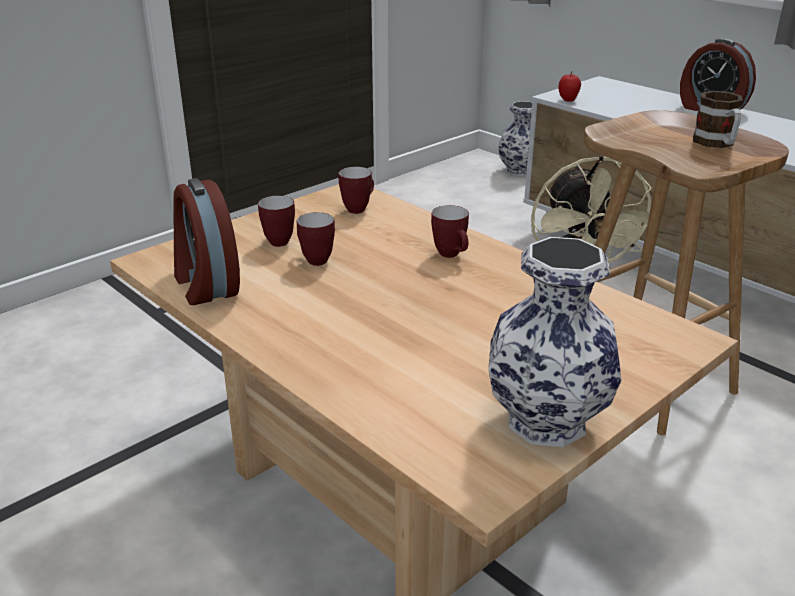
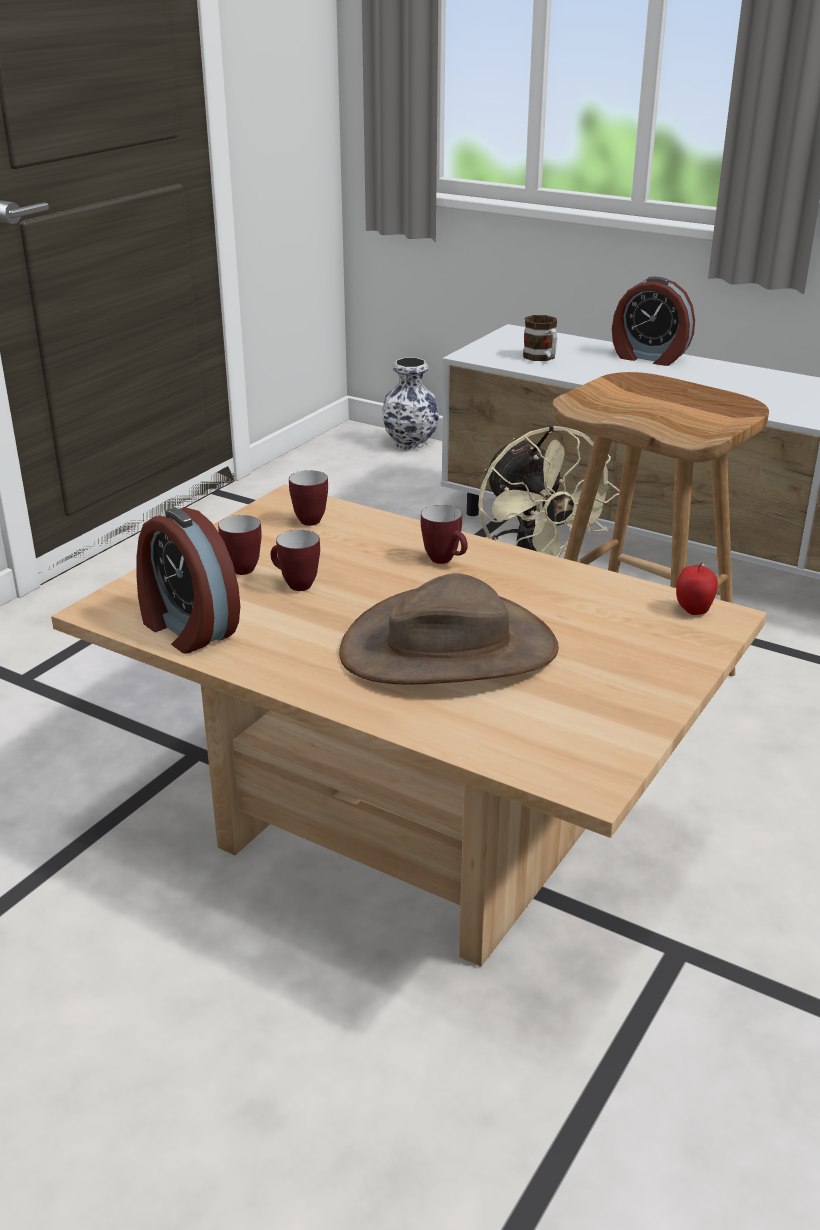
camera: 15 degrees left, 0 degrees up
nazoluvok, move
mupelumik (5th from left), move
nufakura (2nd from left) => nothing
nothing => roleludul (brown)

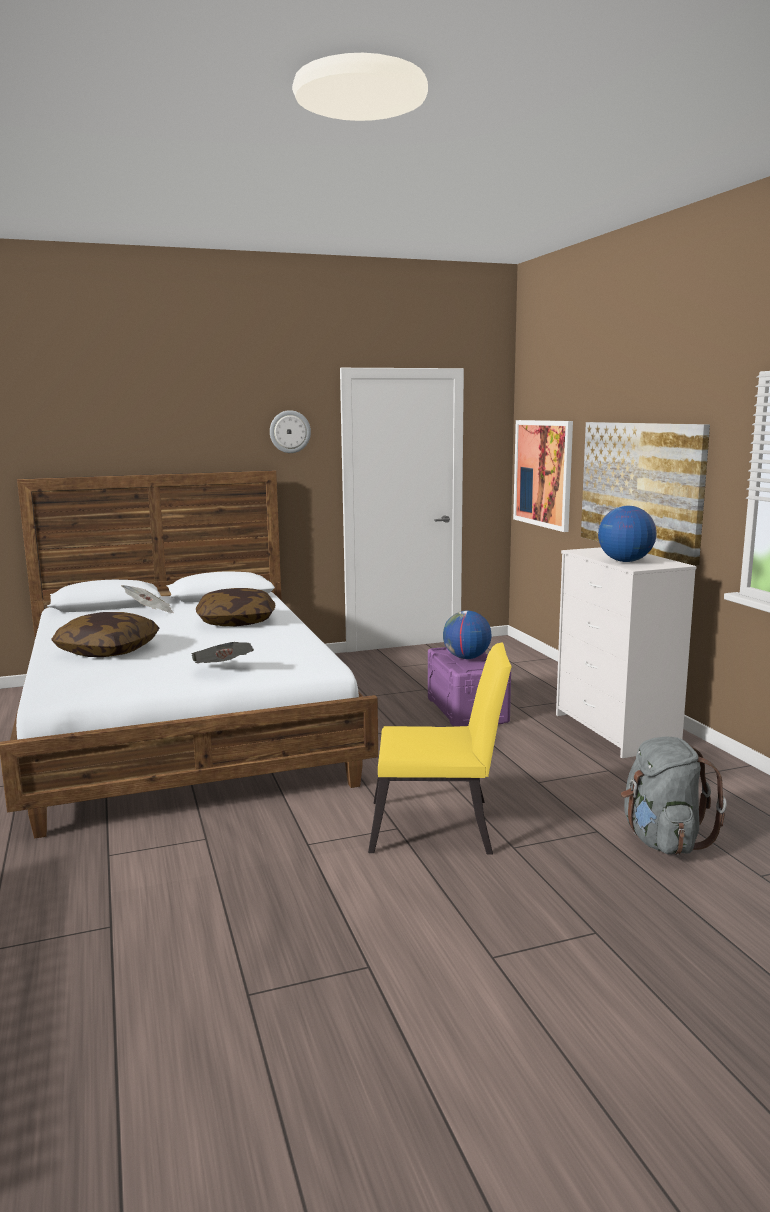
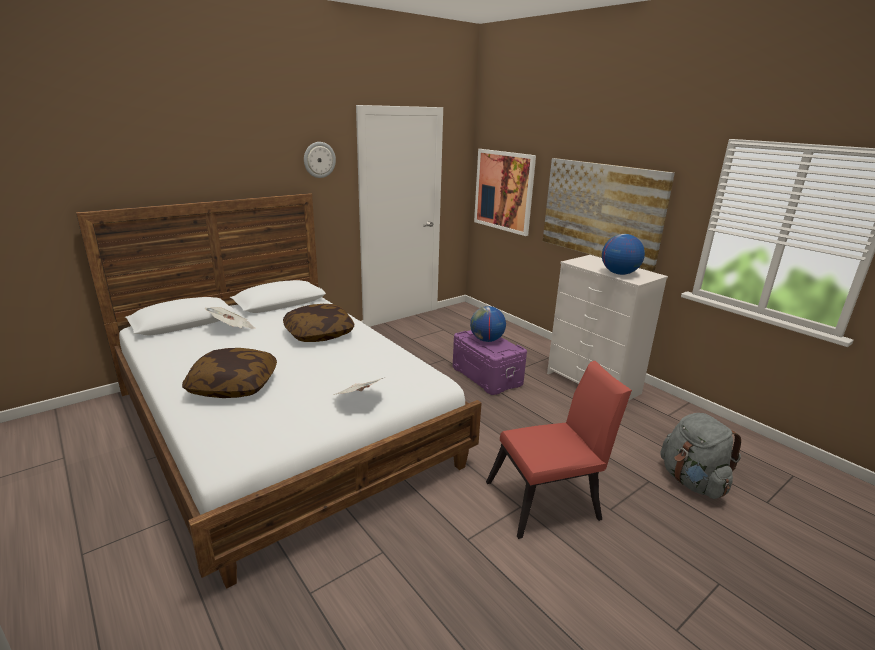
camera: 20 degrees left, 10 degrees up
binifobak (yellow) => binifobak (red)

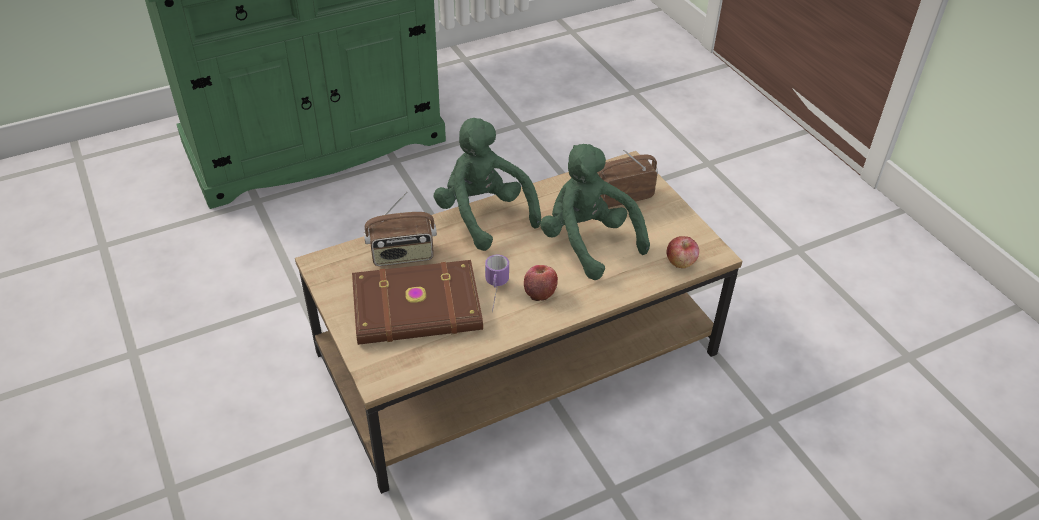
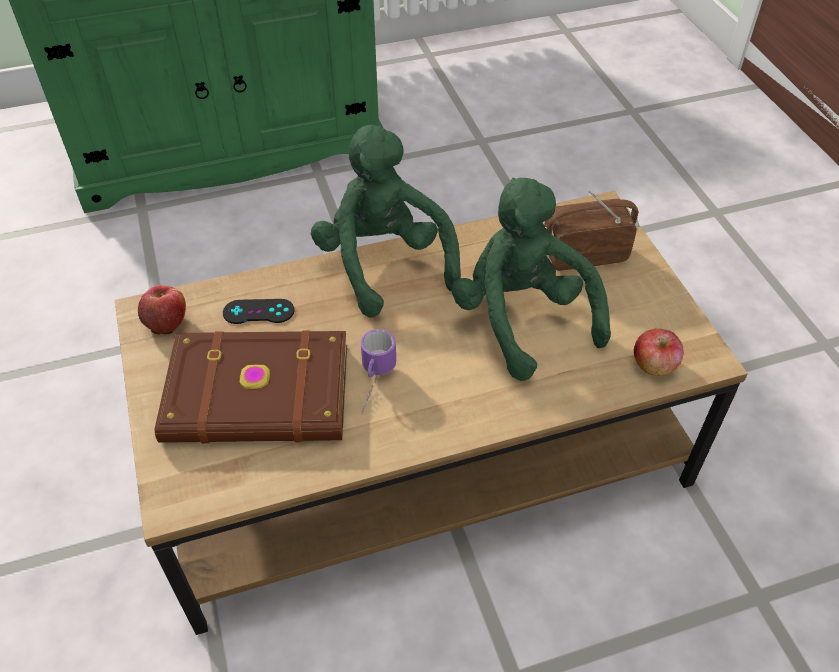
camera: 10 degrees right, 5 degrees up
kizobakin (1st from left) => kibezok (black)
nazoluvok (1st from left), move

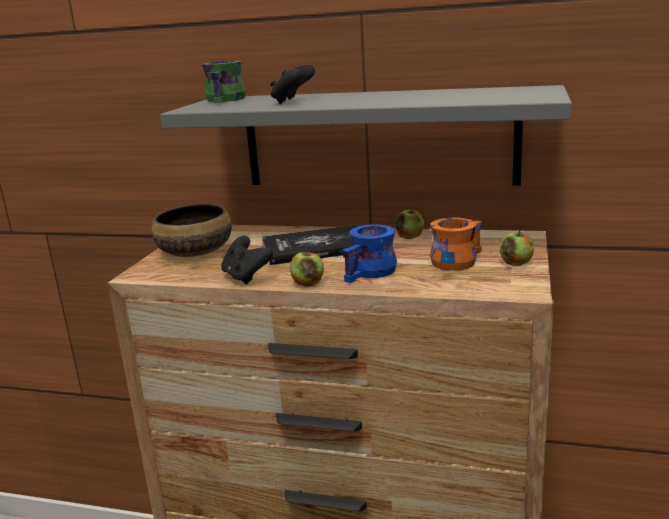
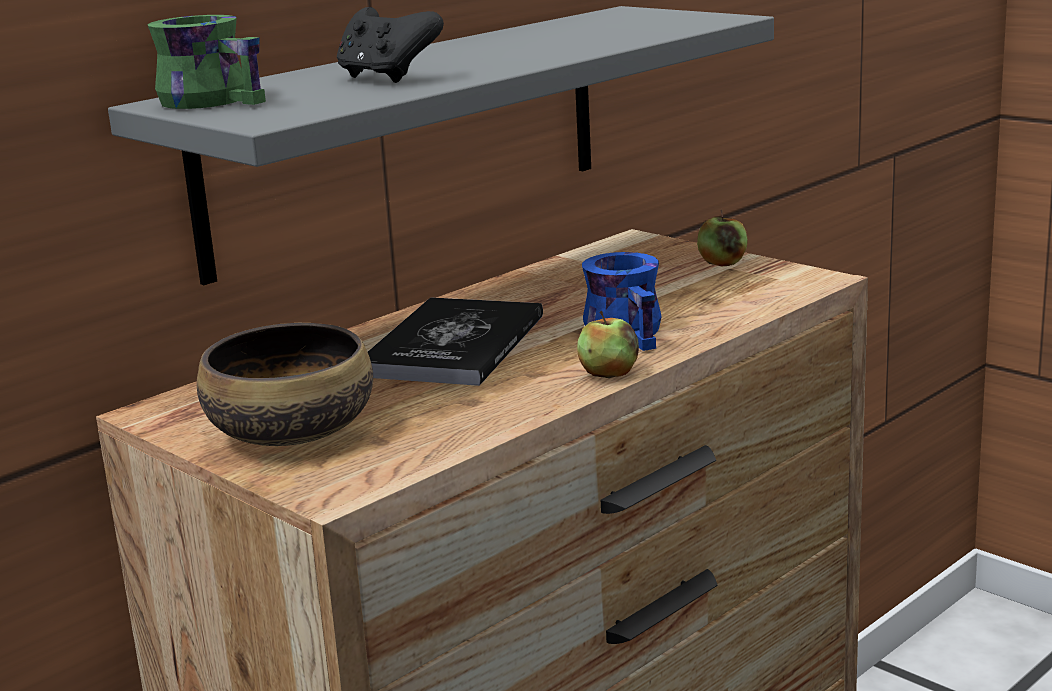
camera: 60 degrees left, 0 degrees up
nazoluvok (2nd from left) => nothing
mupelumik (orange) => nothing
kibezok (black) (1st from left) => nothing

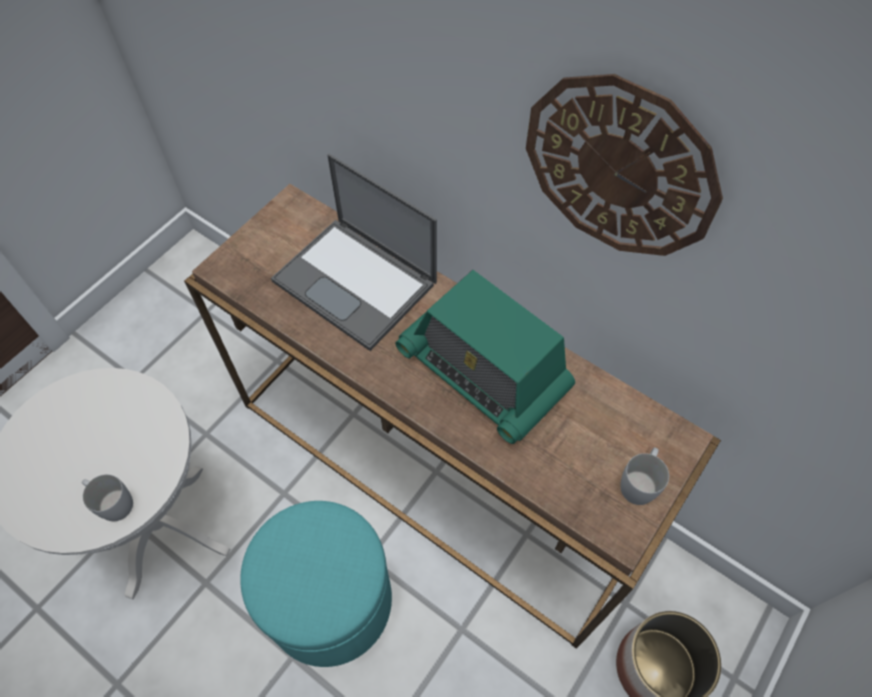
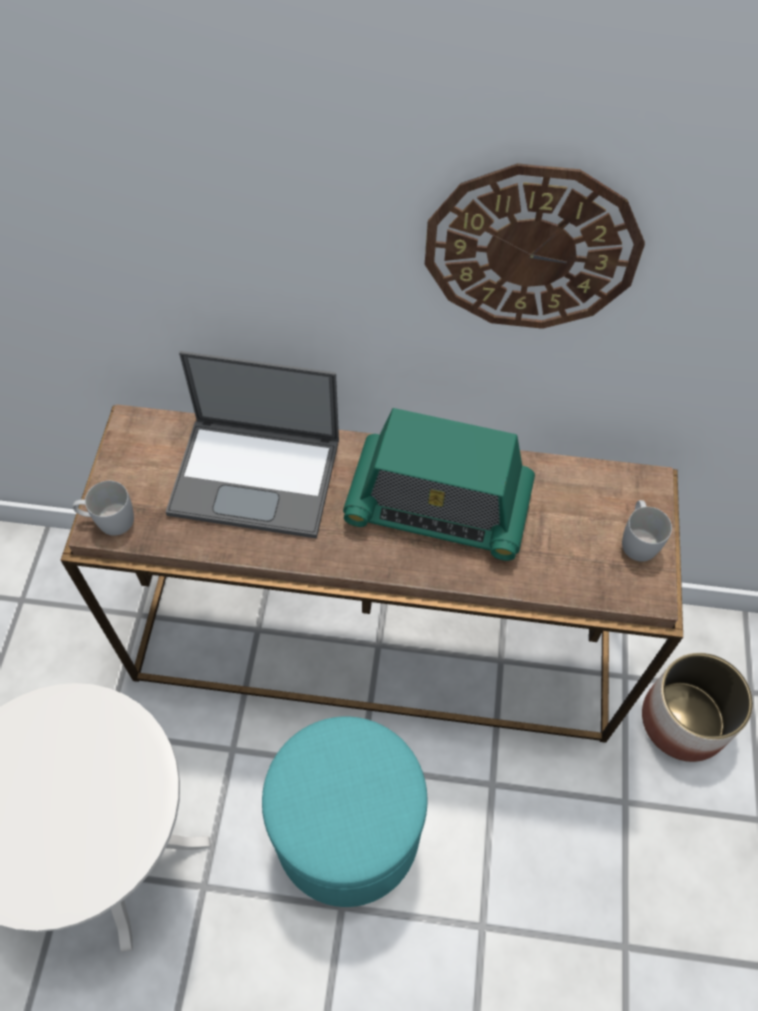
camera: 30 degrees left, 0 degrees up
mupelumik (white) (1st from left), move

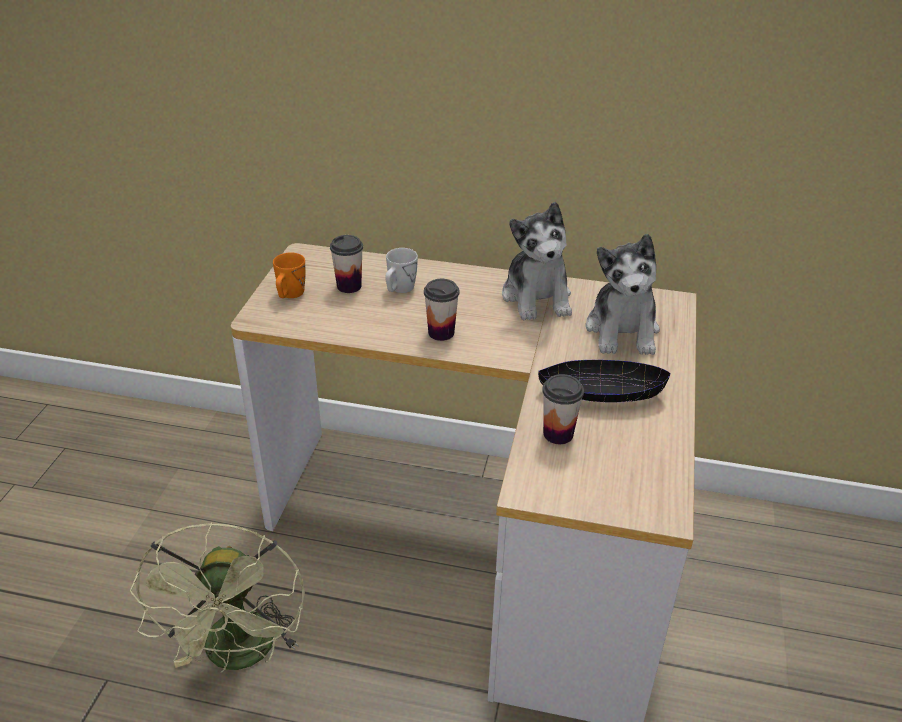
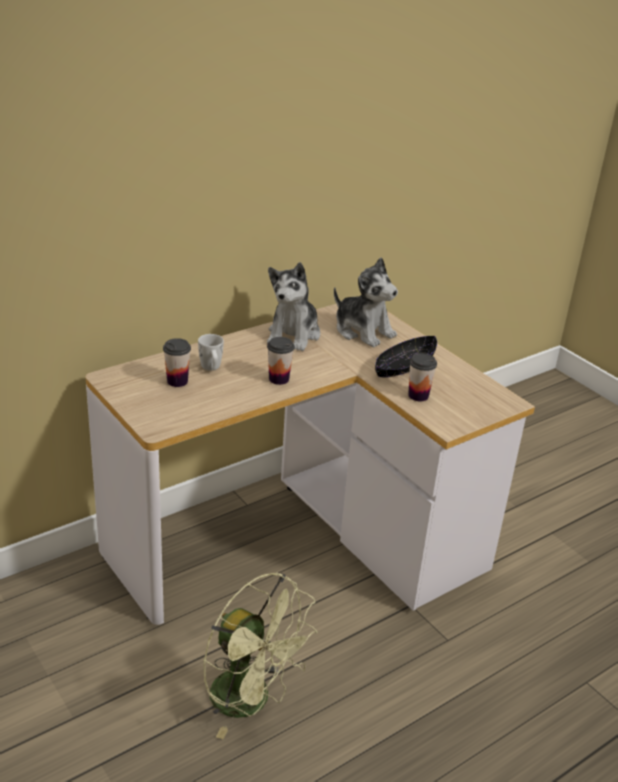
camera: 50 degrees left, 5 degrees down
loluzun (1st from left), 75 degrees clockwise
mupelumik (orange) => nothing

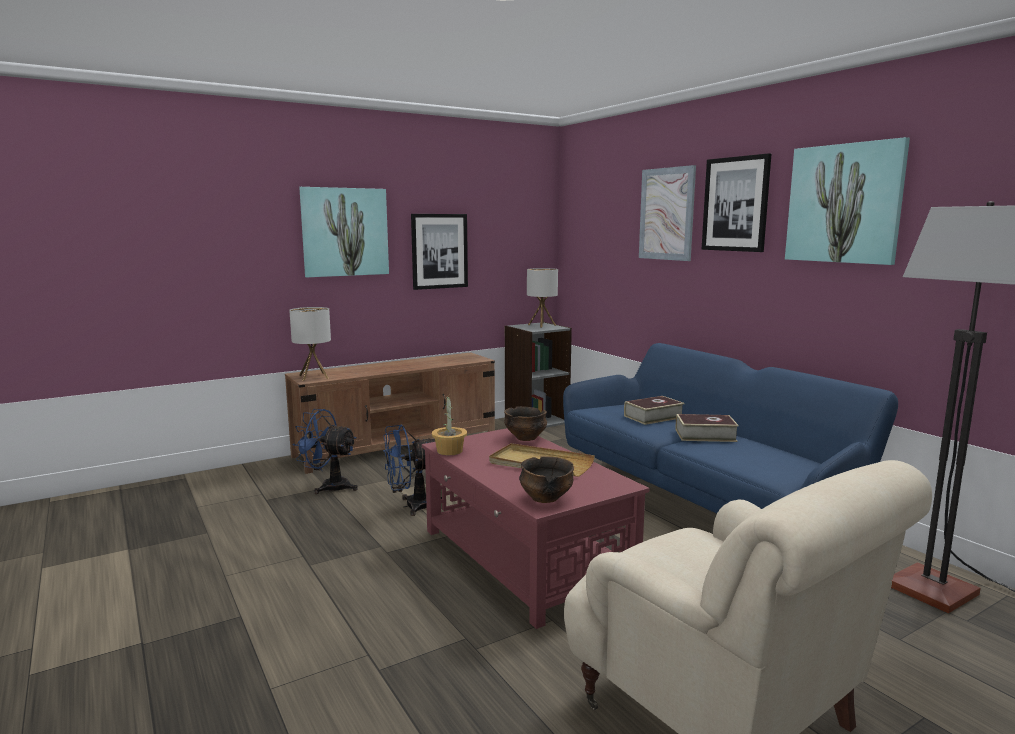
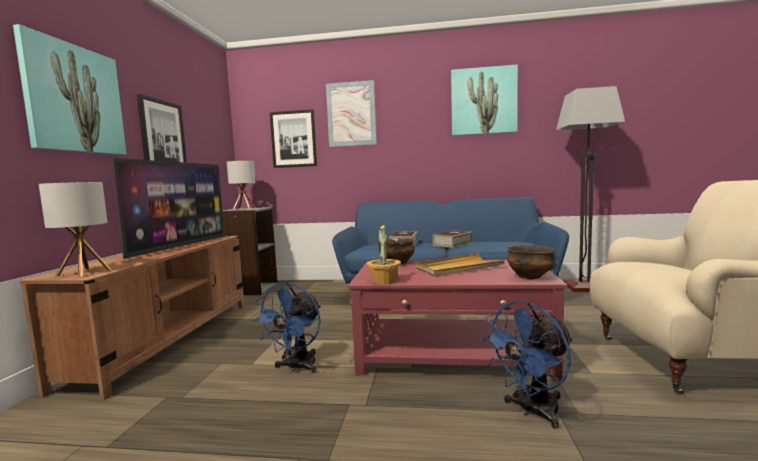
camera: 50 degrees left, 5 degrees down
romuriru (4th from left in the first image) => romuriru (3rd from left), move
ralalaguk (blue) (1st from left in the first image) => ralalaguk (blue) (2nd from left), move
nothing => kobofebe

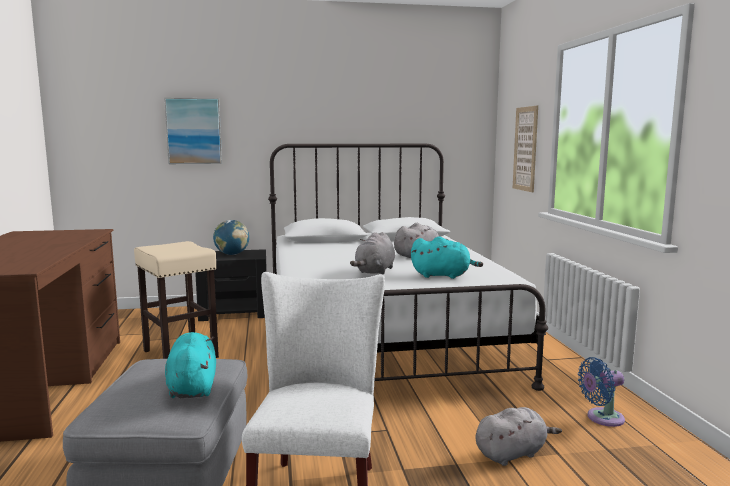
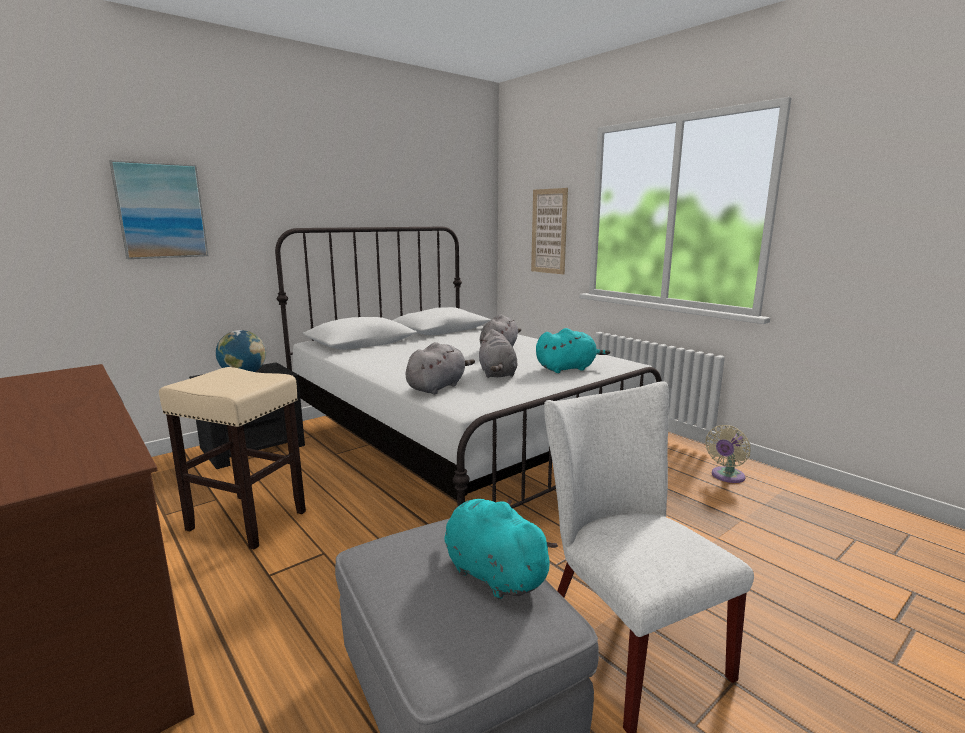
camera: 30 degrees left, 5 degrees up
ralalaguk (blue) => ralalaguk (beige)
loluzun (grey) (3rd from left in the first image) => loluzun (grey) (1st from left), move

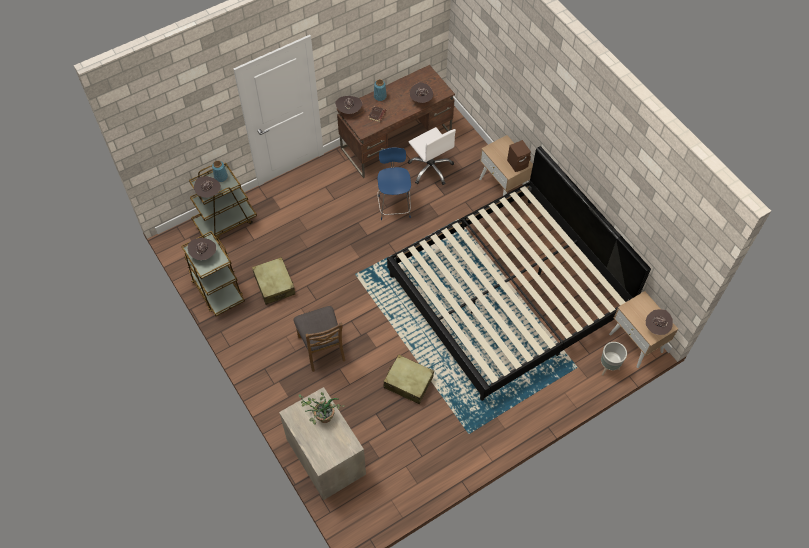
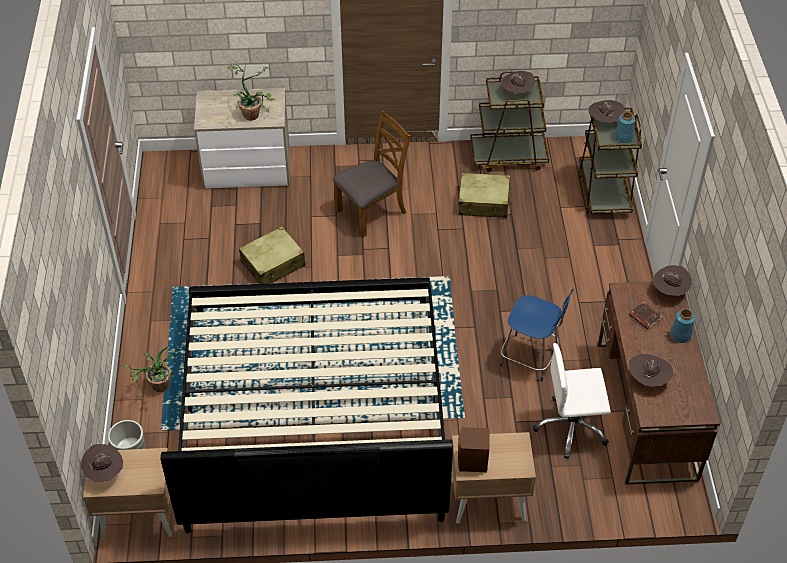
camera: 120 degrees right, 10 degrees down
binifobak (brown), 135 degrees clockwise
nothing => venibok (1st from left)

